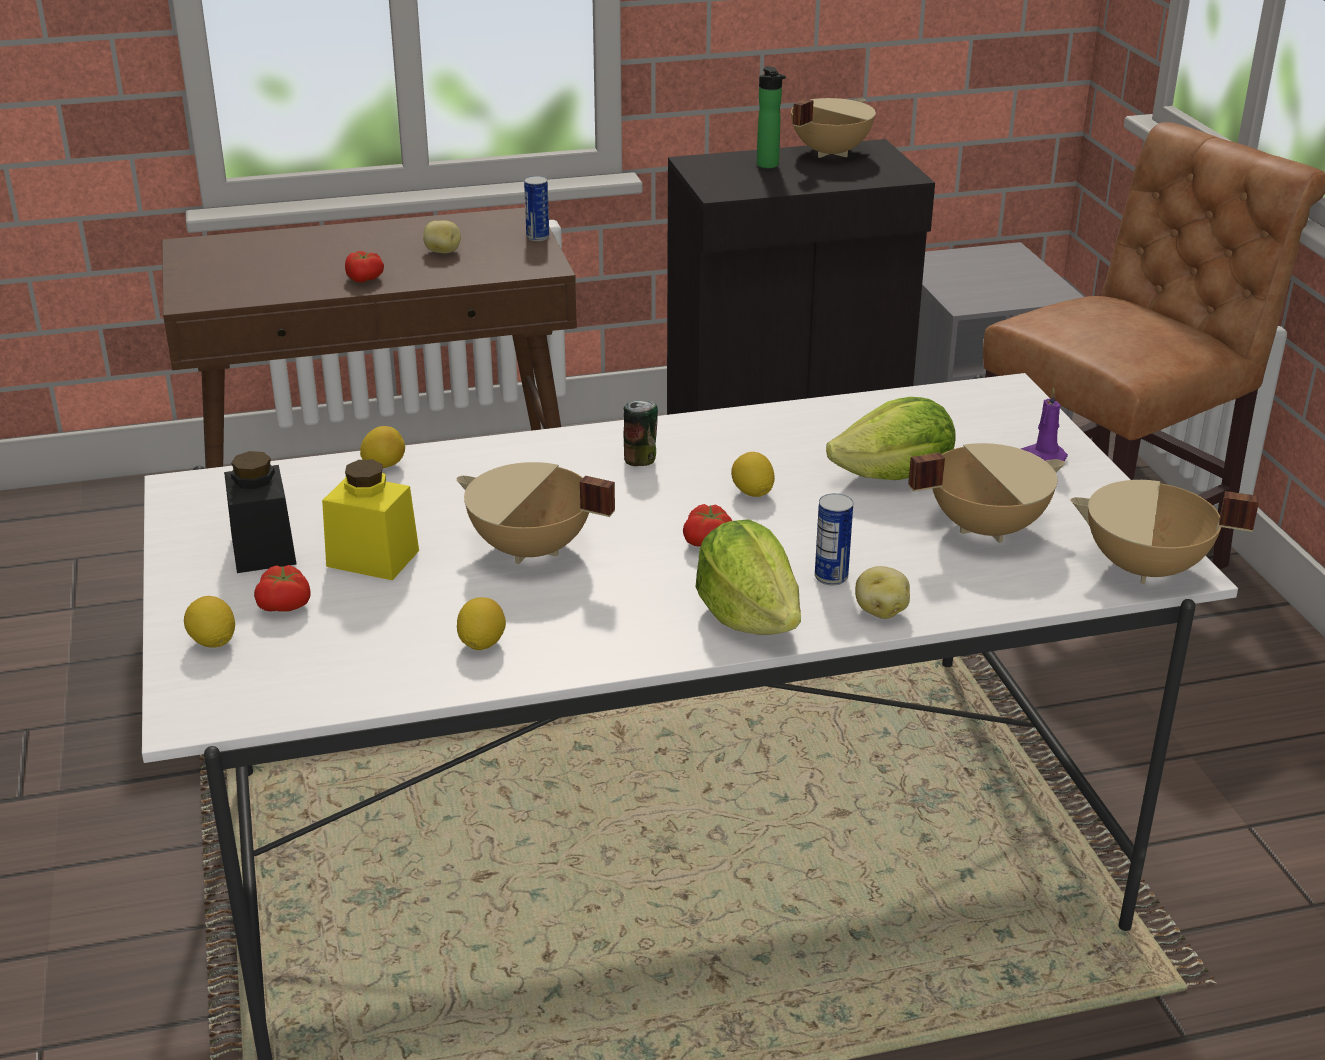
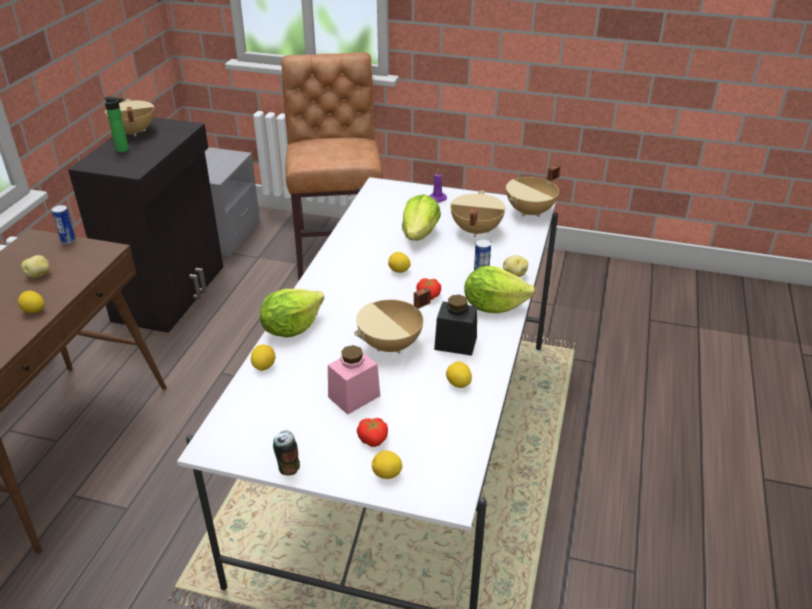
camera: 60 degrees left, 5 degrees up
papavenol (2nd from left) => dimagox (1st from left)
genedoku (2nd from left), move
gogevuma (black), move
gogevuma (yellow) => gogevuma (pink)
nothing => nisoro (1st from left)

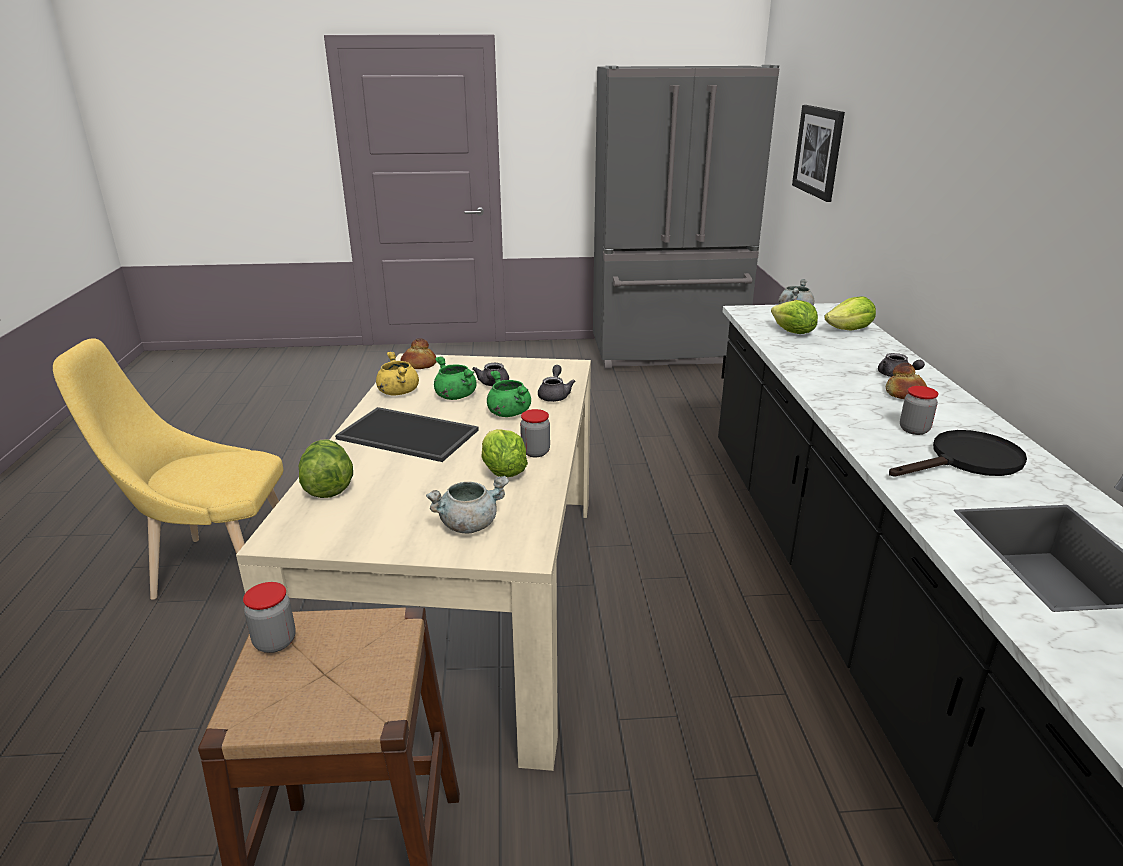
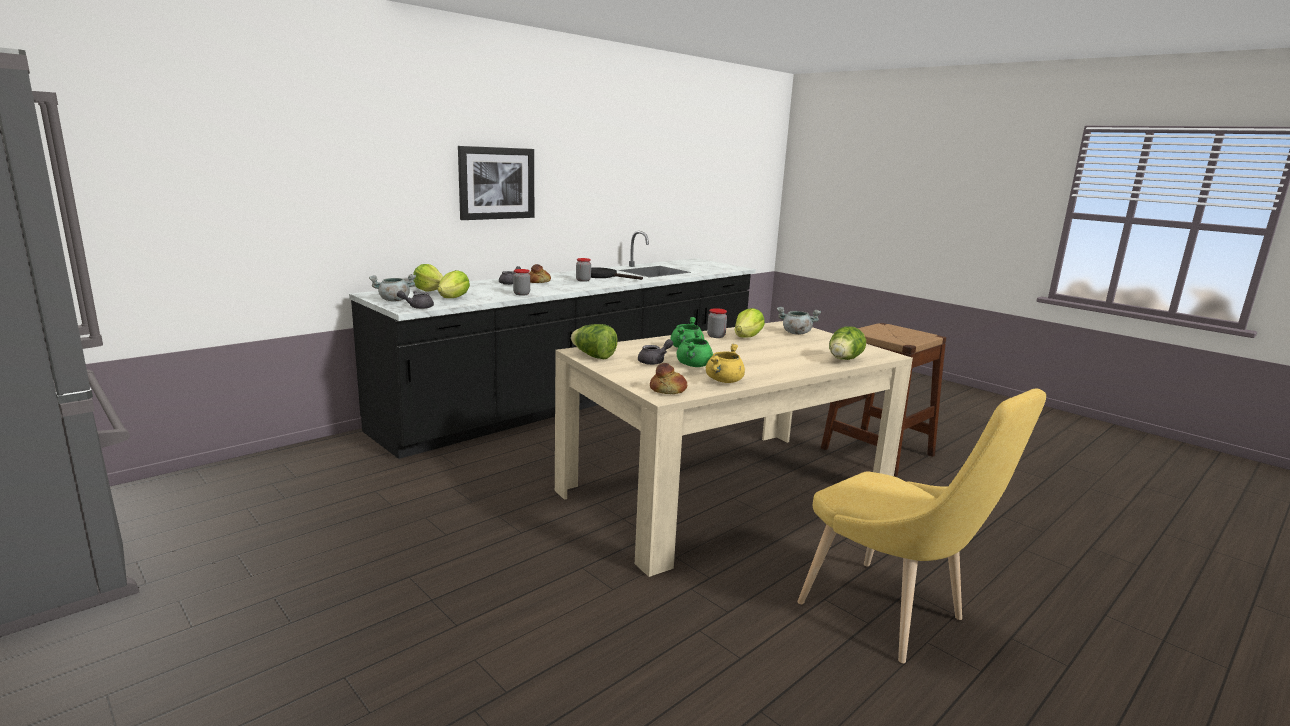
camera: 130 degrees left, 10 degrees down
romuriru, move
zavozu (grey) (2nd from left in the first image) => zavozu (grey) (1st from left), move
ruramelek => nothing
gogevuma (1st from left), move
nothing => nisoro (3rd from left)

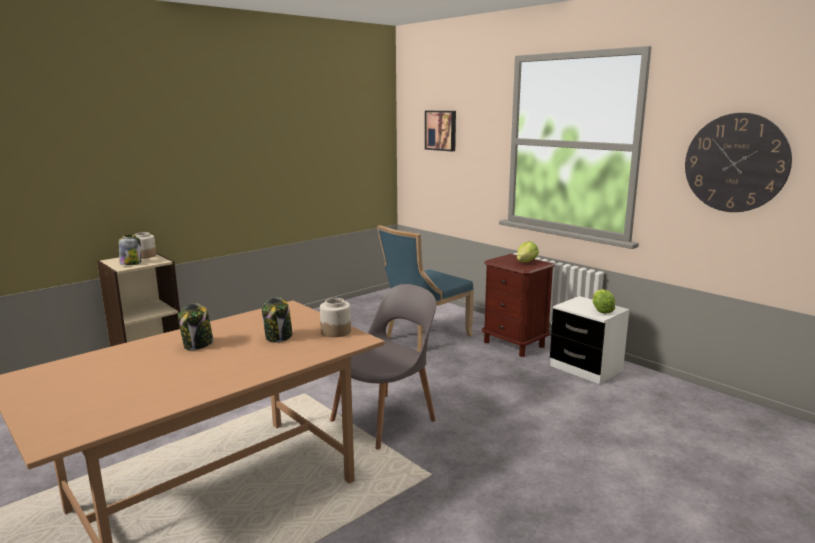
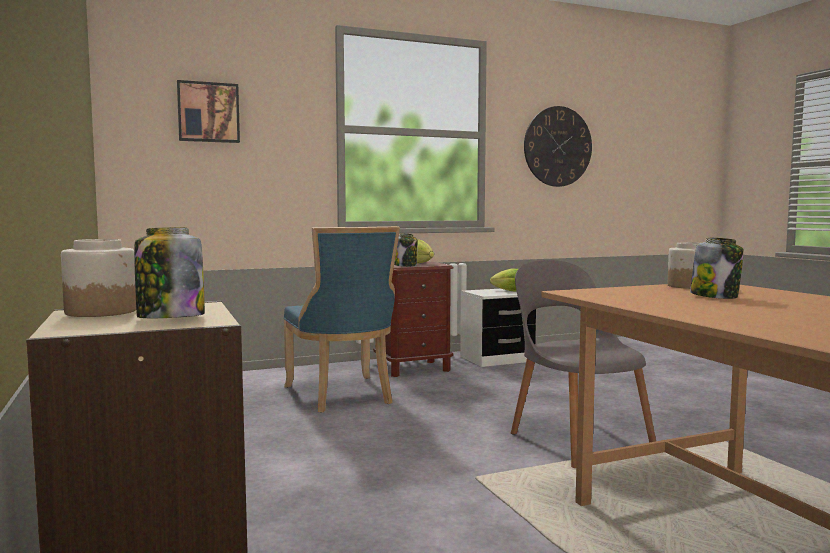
camera: 70 degrees left, 10 degrees down
gogevuma (3rd from left), move

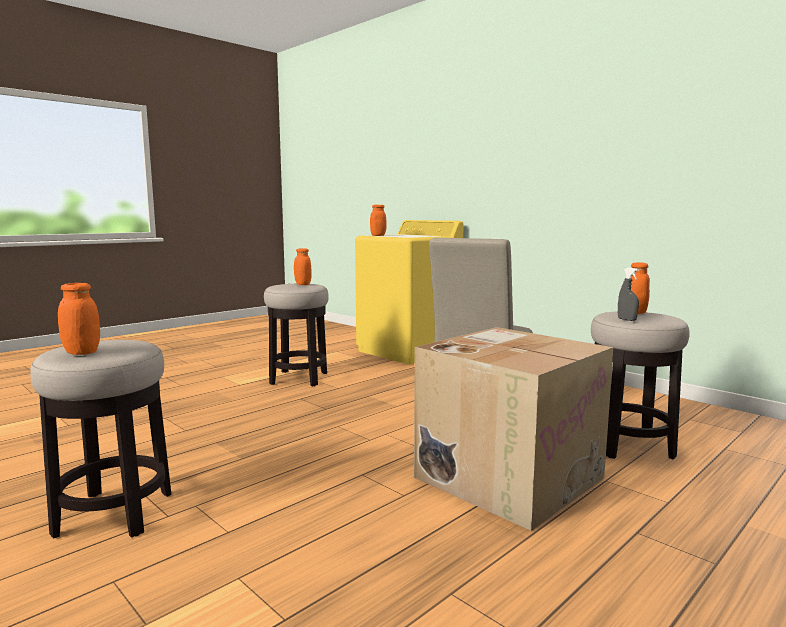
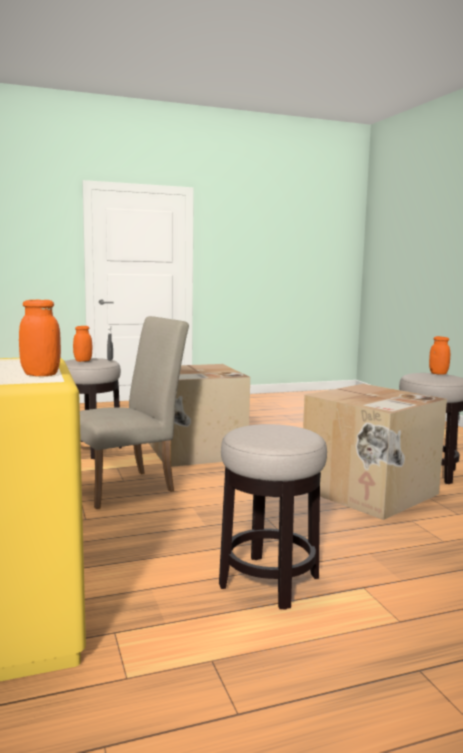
camera: 155 degrees left, 0 degrees up
gogevuma (orange) (2nd from left) => nothing
nothing => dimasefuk (2nd from left)

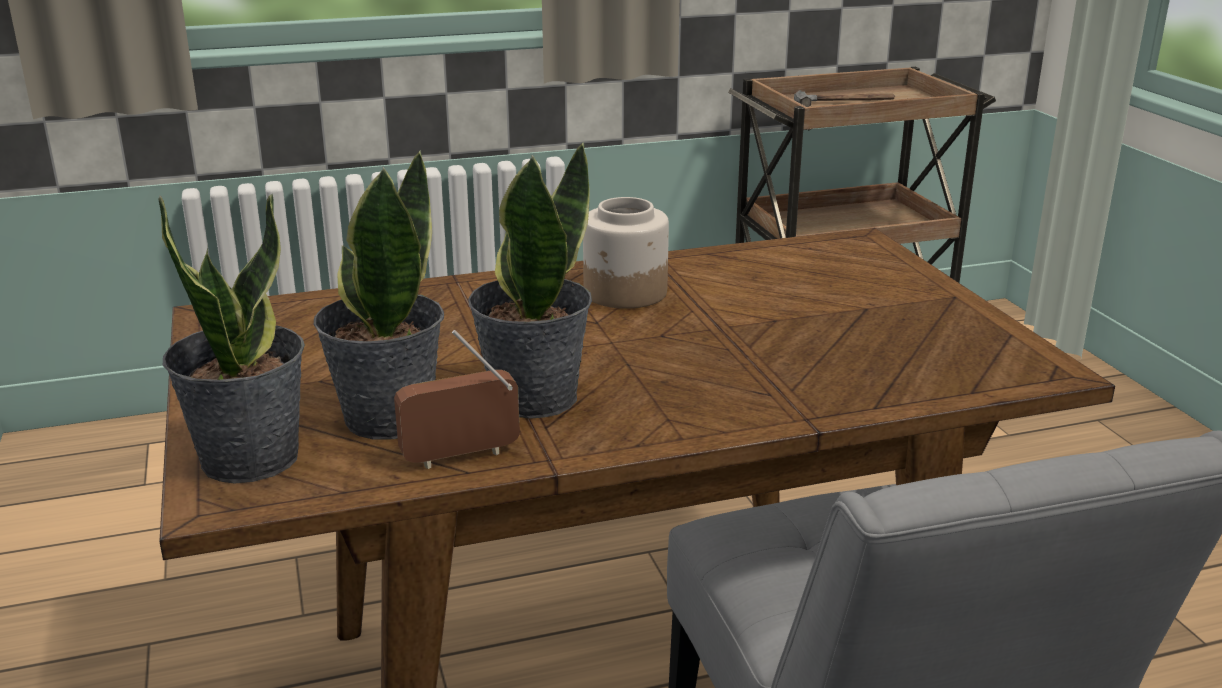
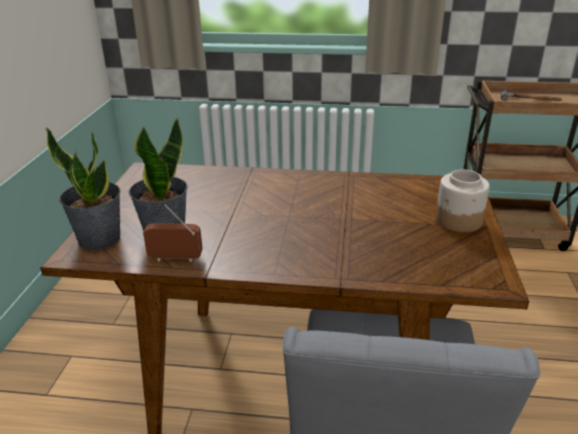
camera: 25 degrees right, 5 degrees up
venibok (3rd from left) => nothing
gogevuma, move

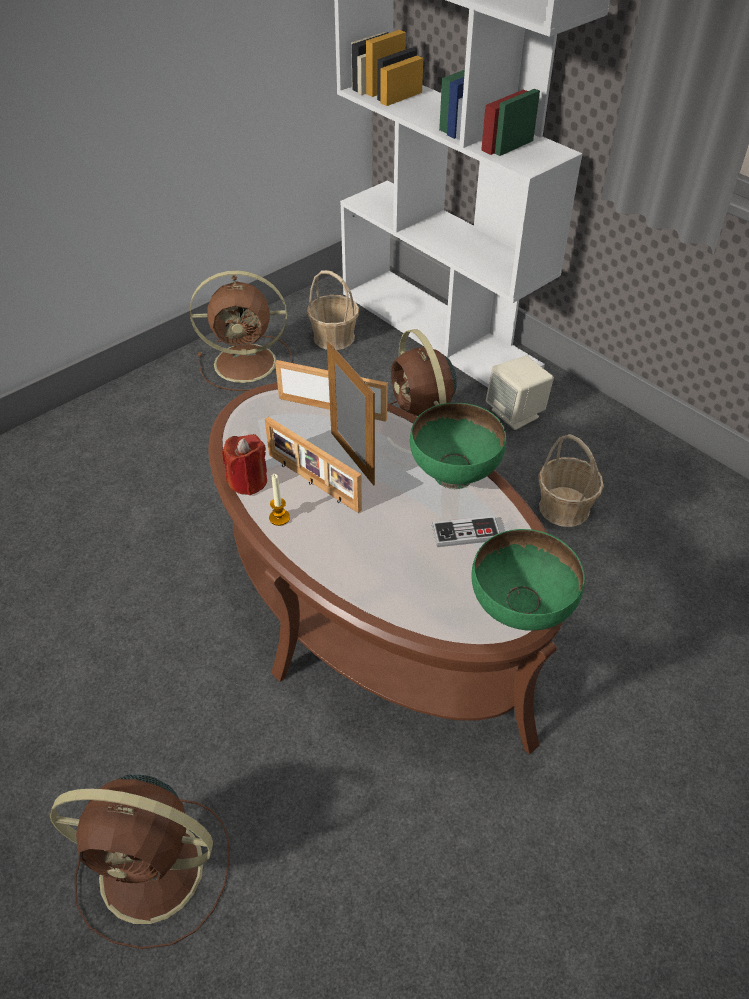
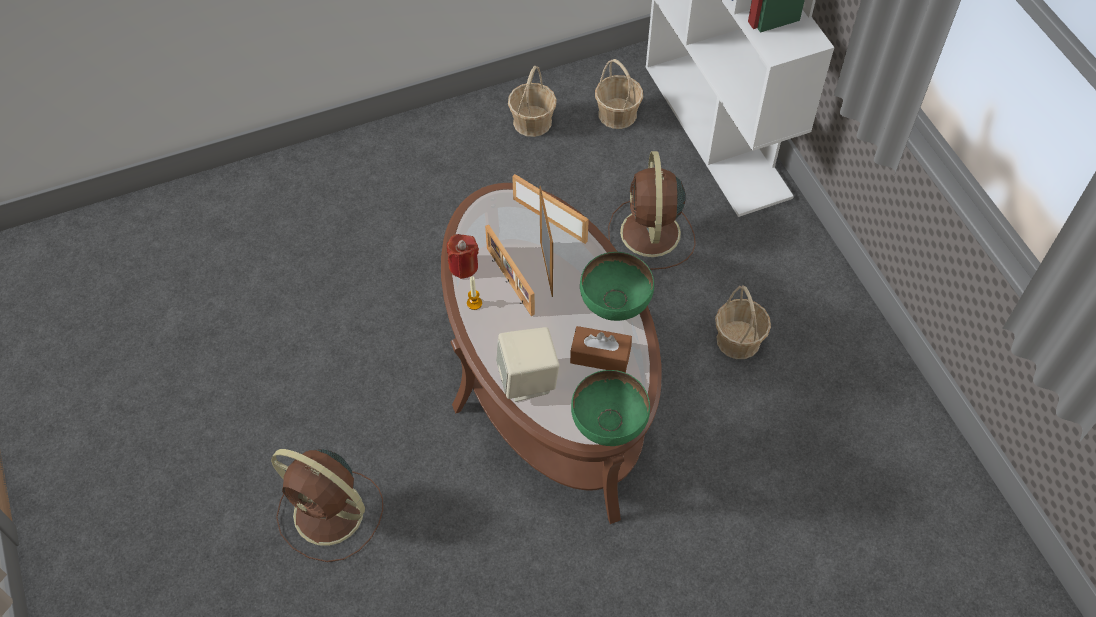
camera: 20 degrees right, 10 degrees up
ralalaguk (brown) (2nd from left) => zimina (1st from left)
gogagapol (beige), move
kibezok => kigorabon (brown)

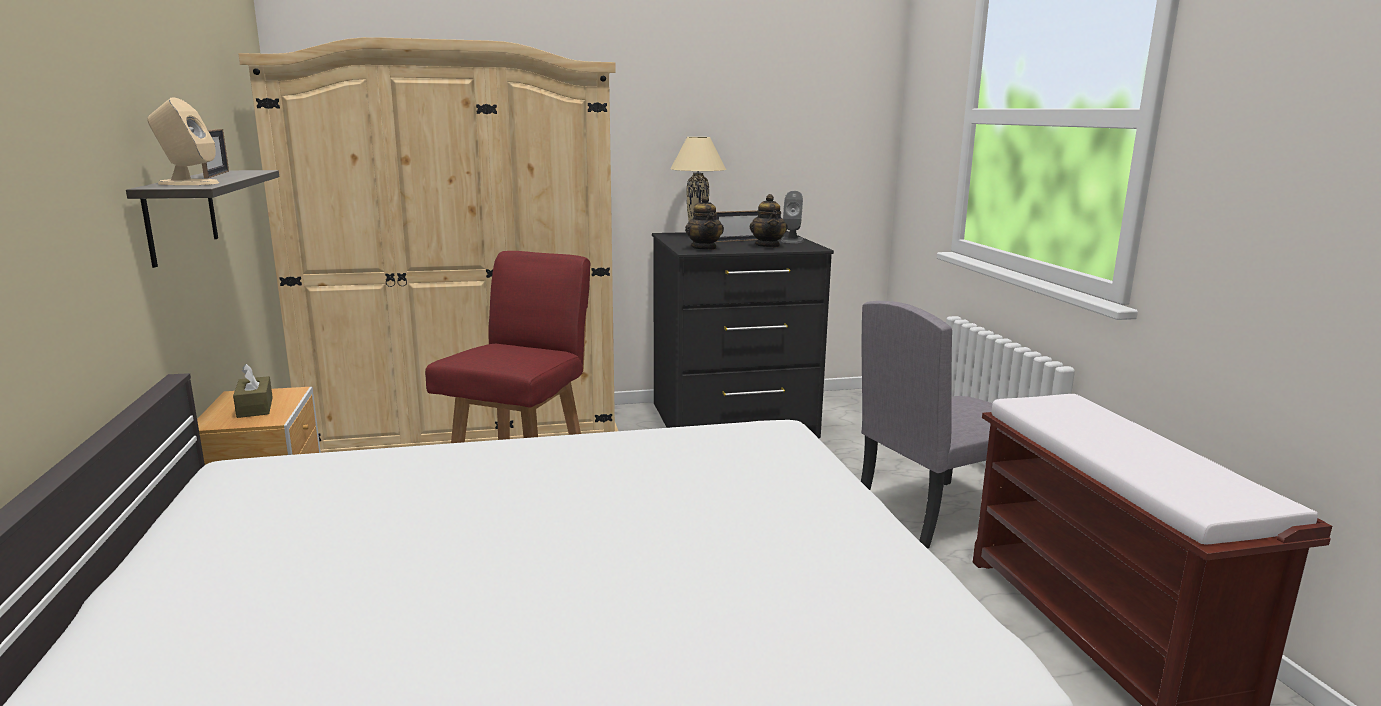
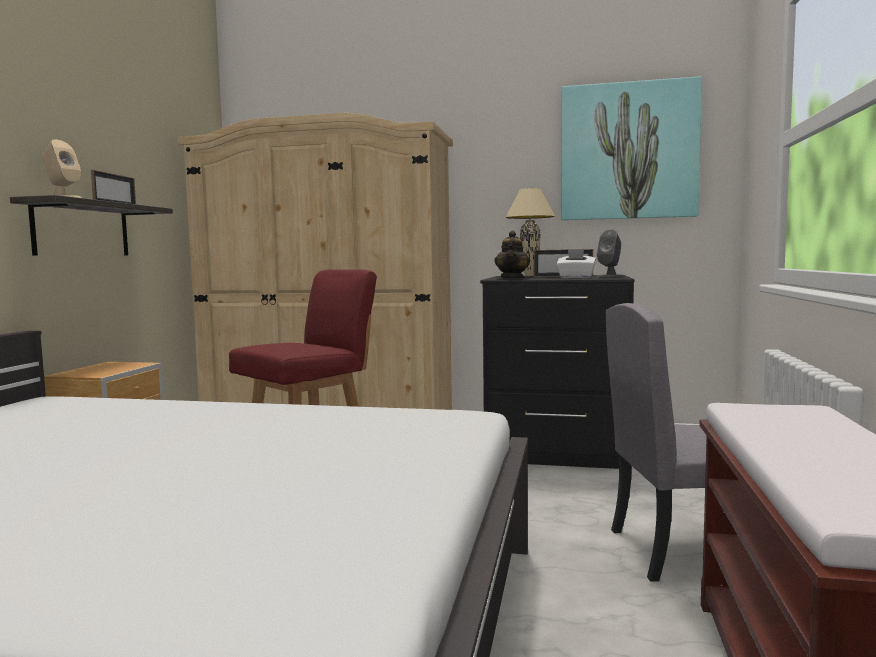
camera: 25 degrees right, 10 degrees down
zavozu (2nd from left) => kigorabon (white)
kigorabon (brown) => nothing
nothing => romuriru

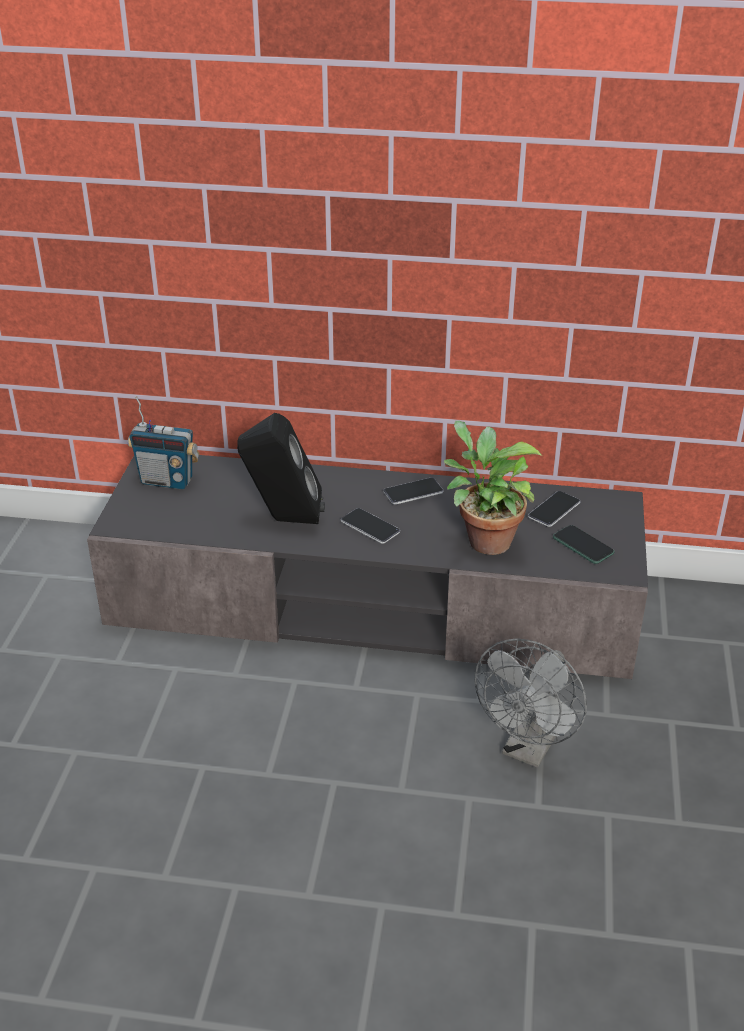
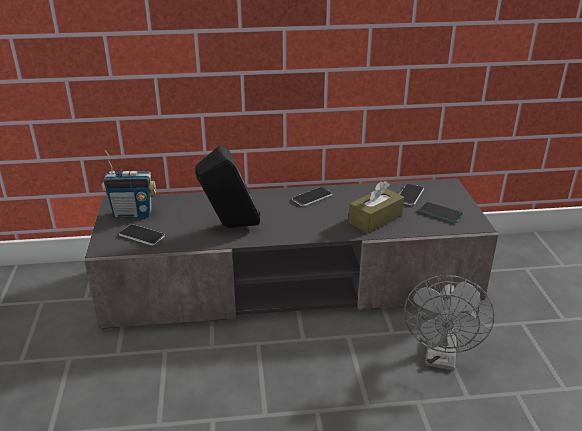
camera: 15 degrees left, 5 degrees down
venibok => kigorabon (brown)
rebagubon (1st from left), move

